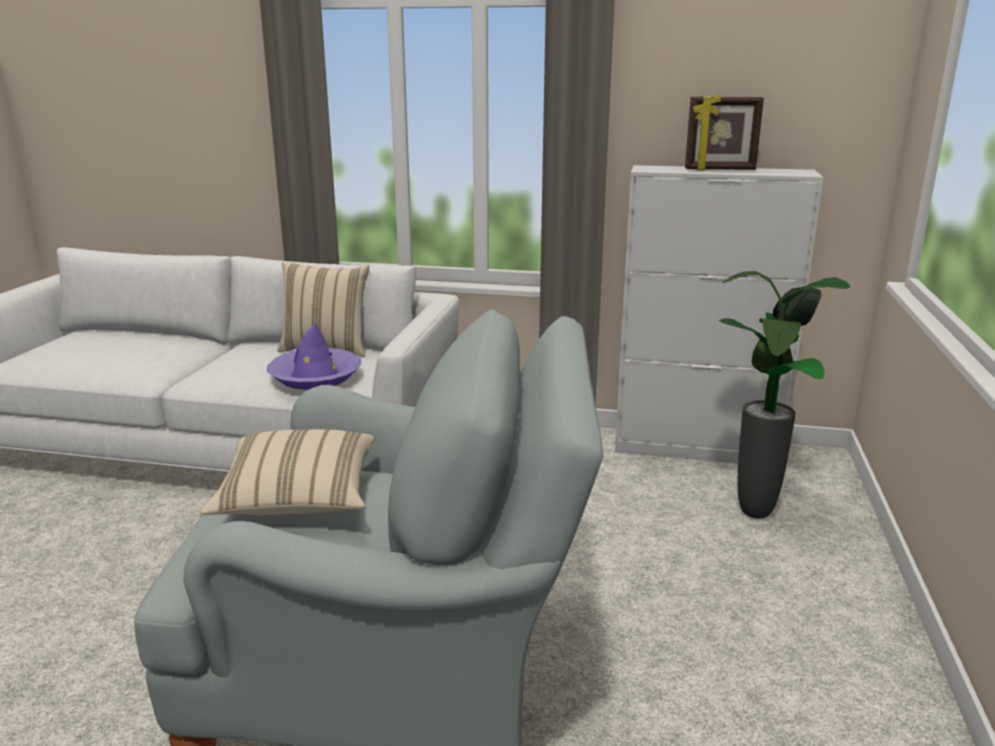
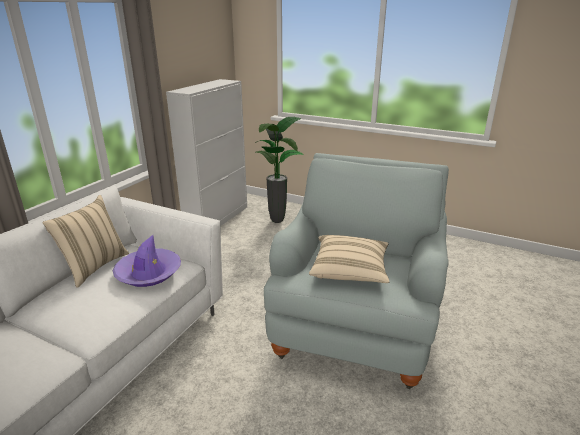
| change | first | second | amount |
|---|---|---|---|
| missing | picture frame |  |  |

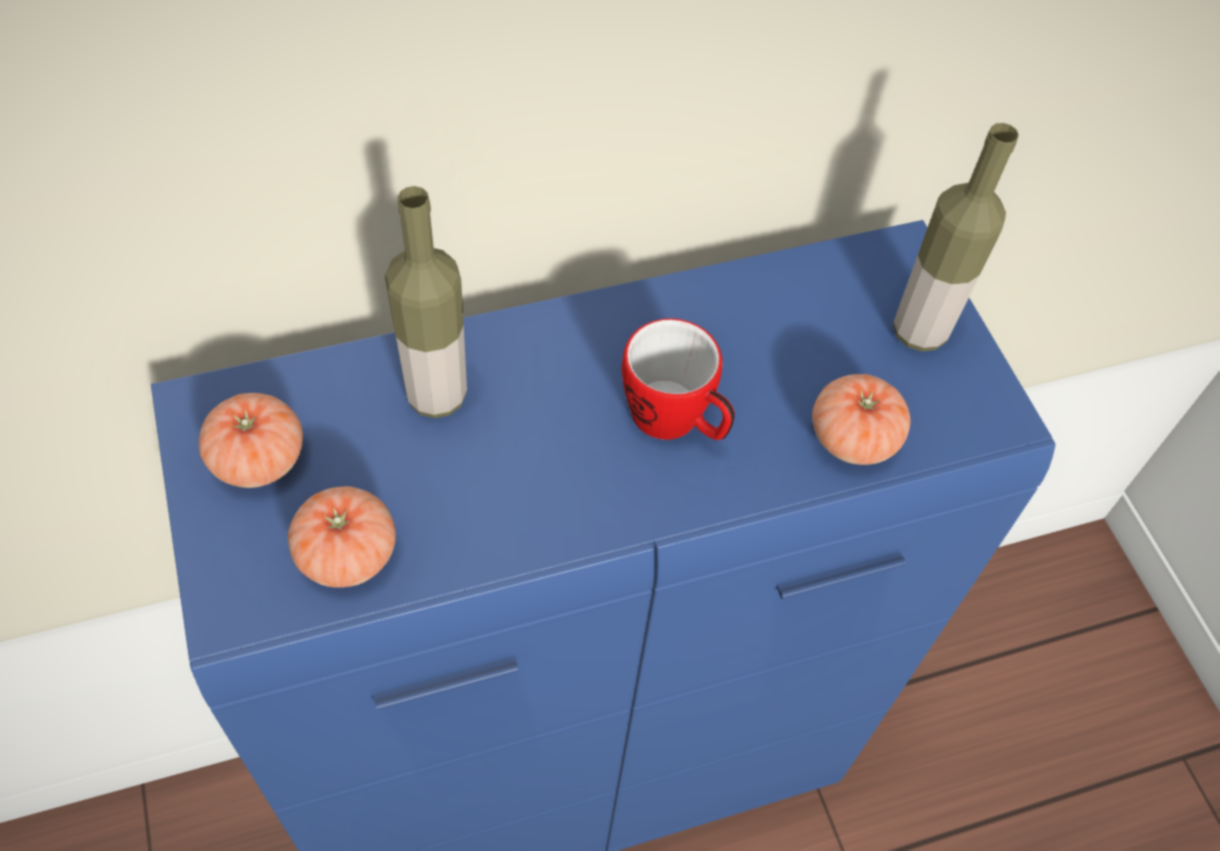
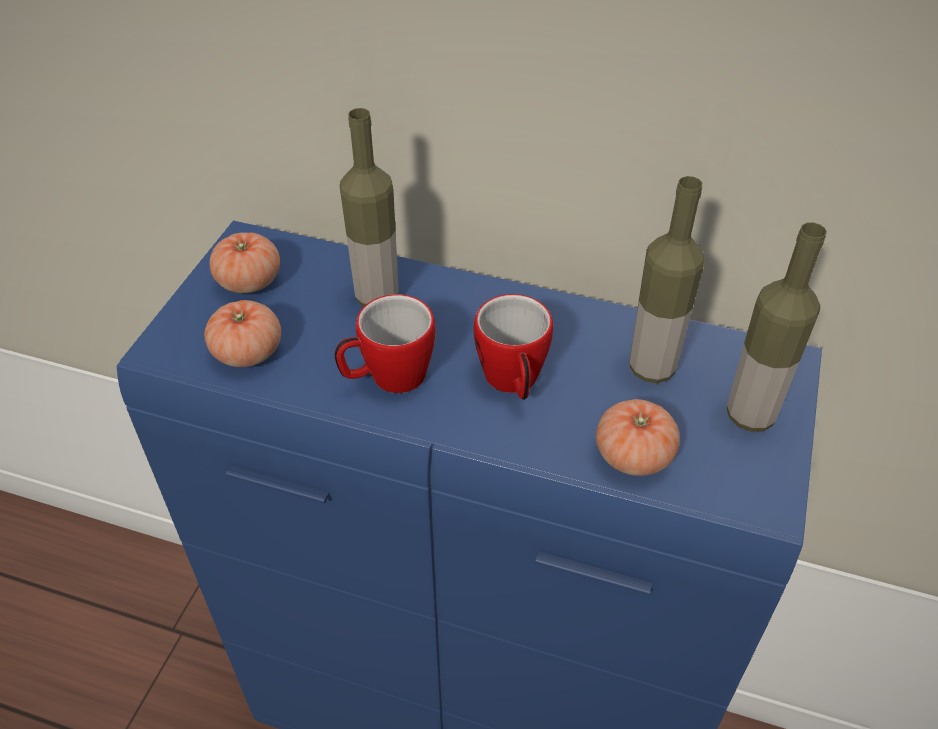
| change | first | second | amount |
|---|---|---|---|
| appeared |  | mug (no. 1 from left) |  |
| appeared |  | bottle (no. 2 from left) |  |

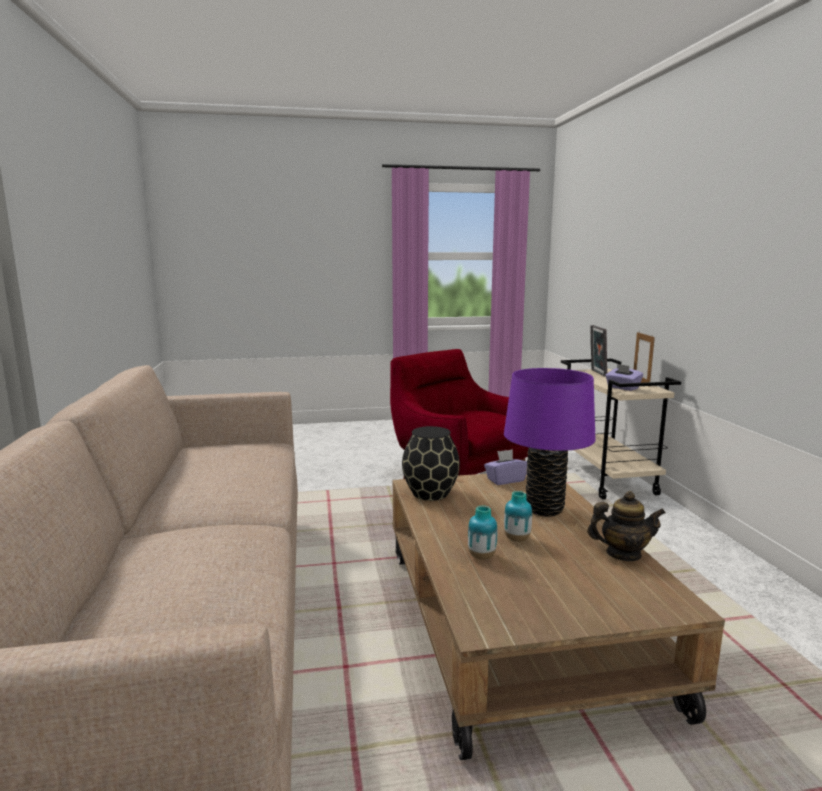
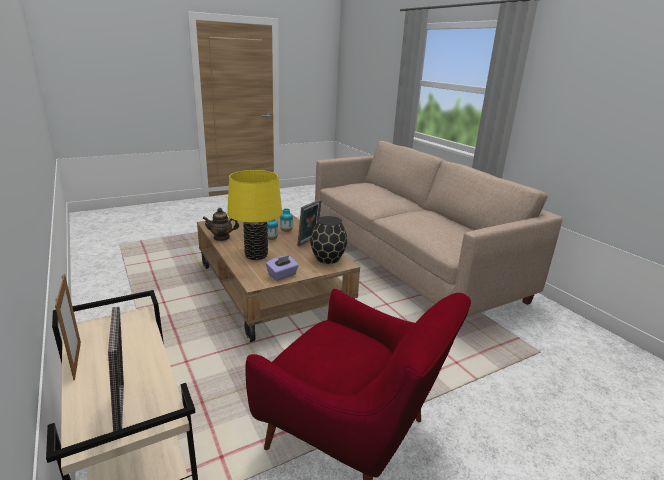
| change | first | second | amount |
|---|---|---|---|
| missing | tissue box (purple) (no. 2 from left) |  |  |
| appeared |  | picture frame (no. 3 from left) |  |
| colour | table lamp (purple) | table lamp (yellow) |  |

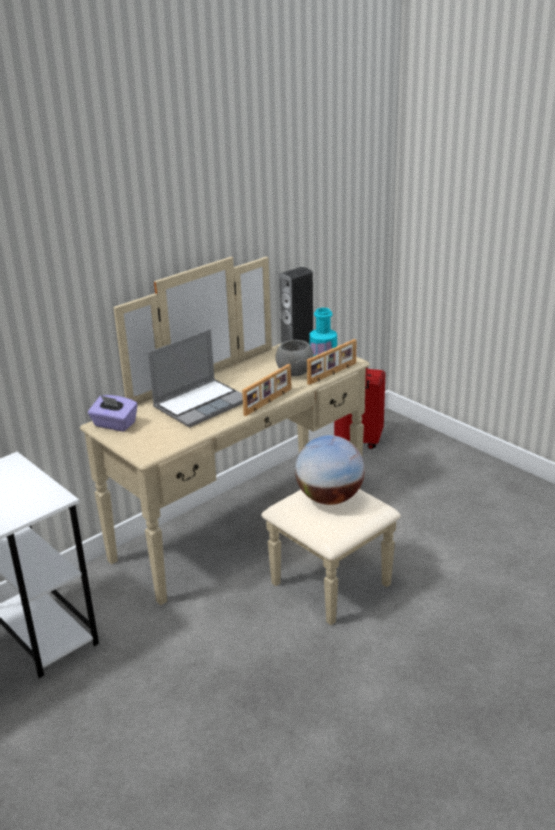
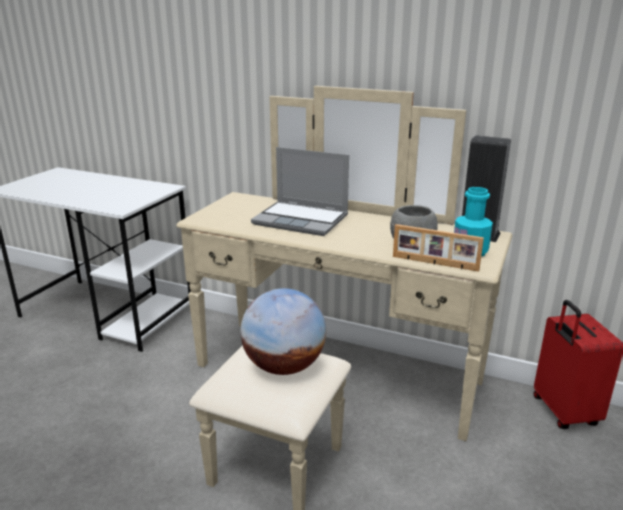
| change | first | second | amount |
|---|---|---|---|
| missing | tissue box (purple) |  |  |
| missing | picture frame (no. 1 from left) |  |  |

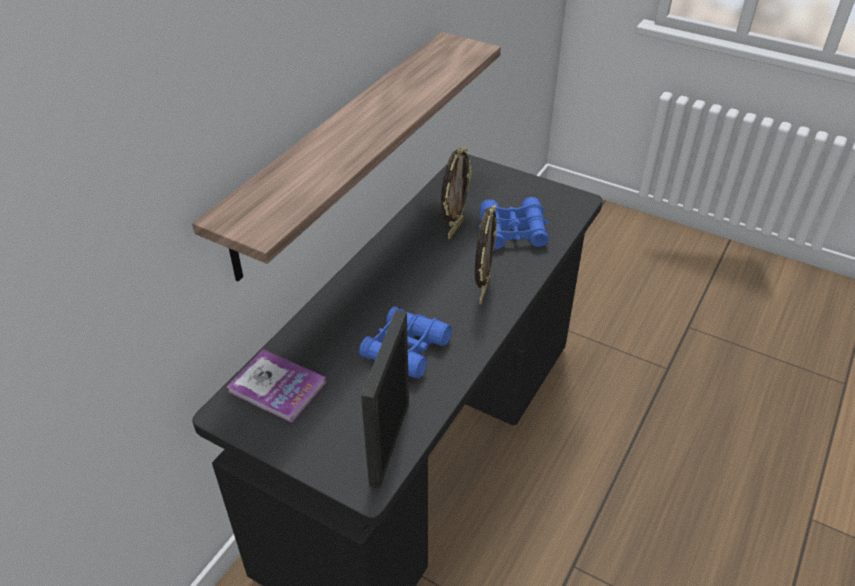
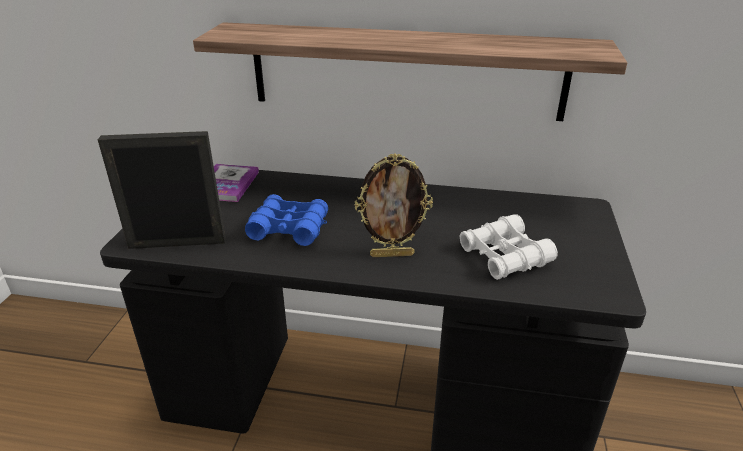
| change | first | second | amount |
|---|---|---|---|
| missing | picture frame (no. 2 from left) |  |  |
| colour | binoculars (blue) (no. 2 from left) | binoculars (white) |  |

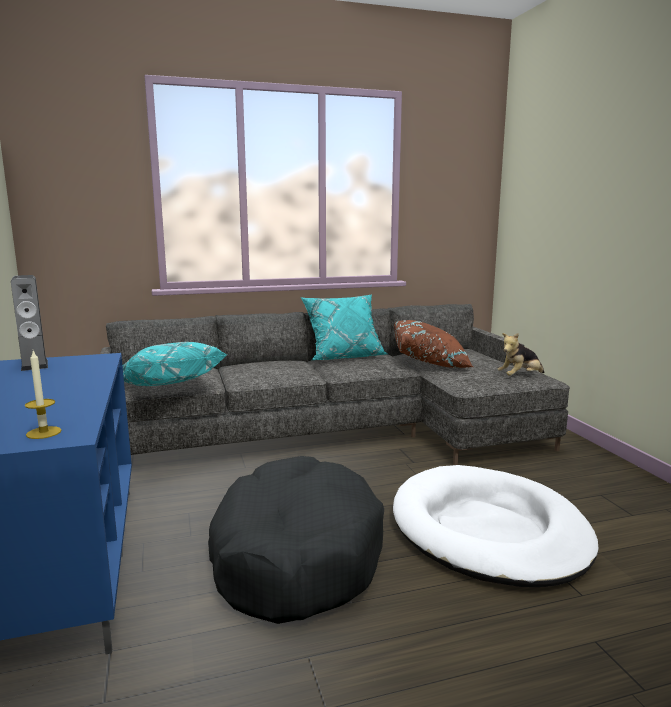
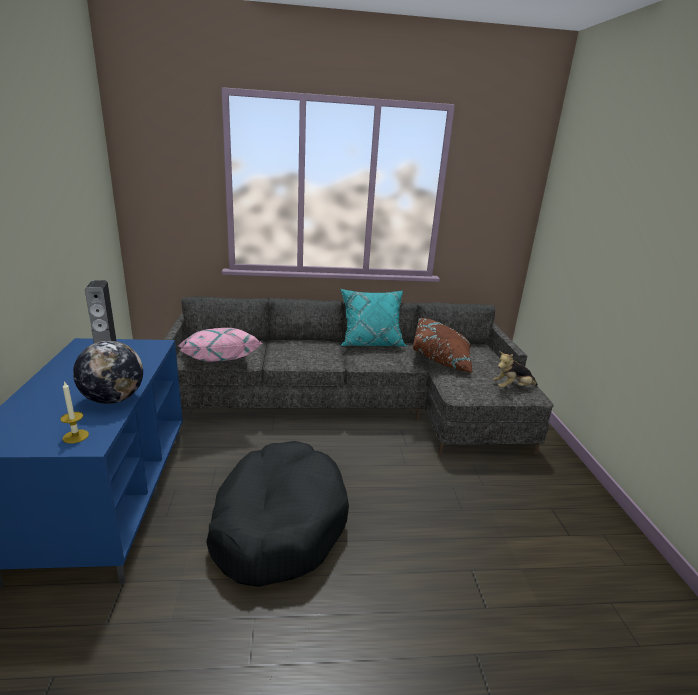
| change | first | second | amount |
|---|---|---|---|
| missing | dog bed (white) |  |  |
| appeared |  | globe |  |
| colour | pillow (turquoise) (no. 1 from left) | pillow (pink) |  |

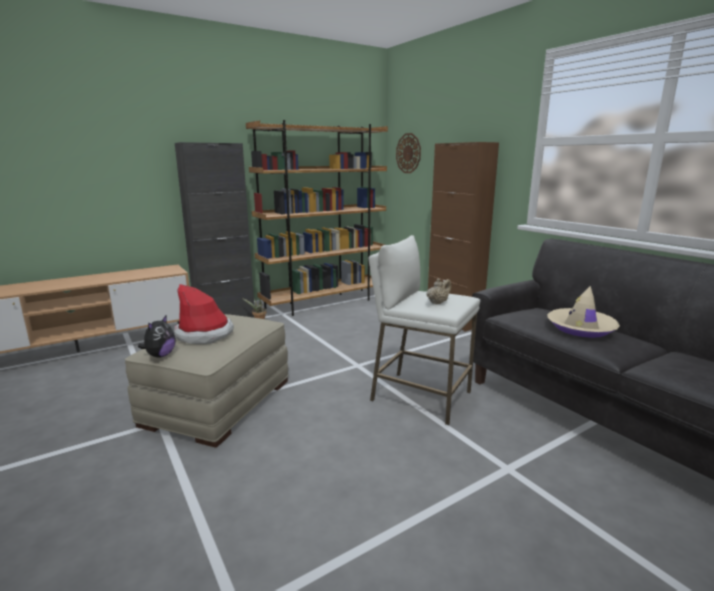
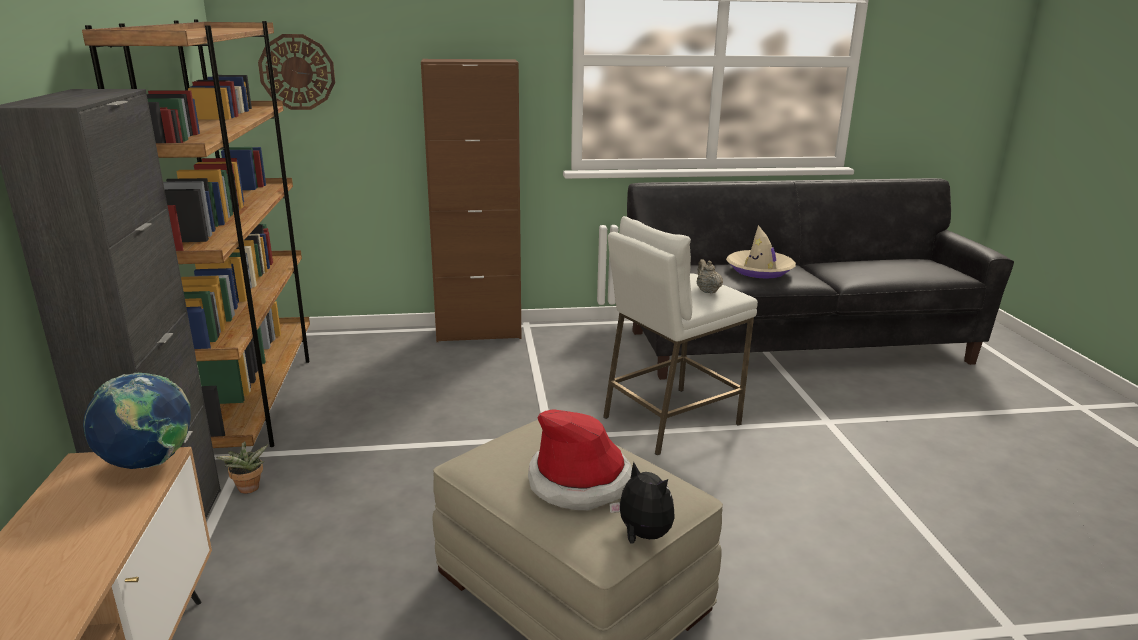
| change | first | second | amount |
|---|---|---|---|
| appeared |  | globe |  |

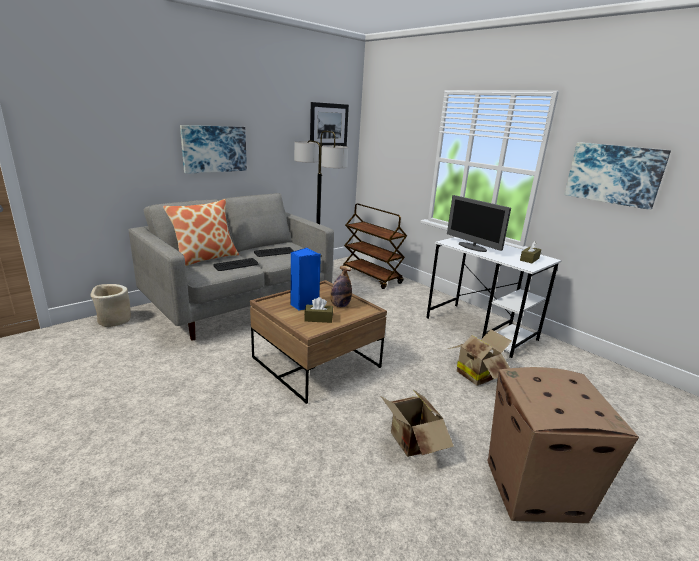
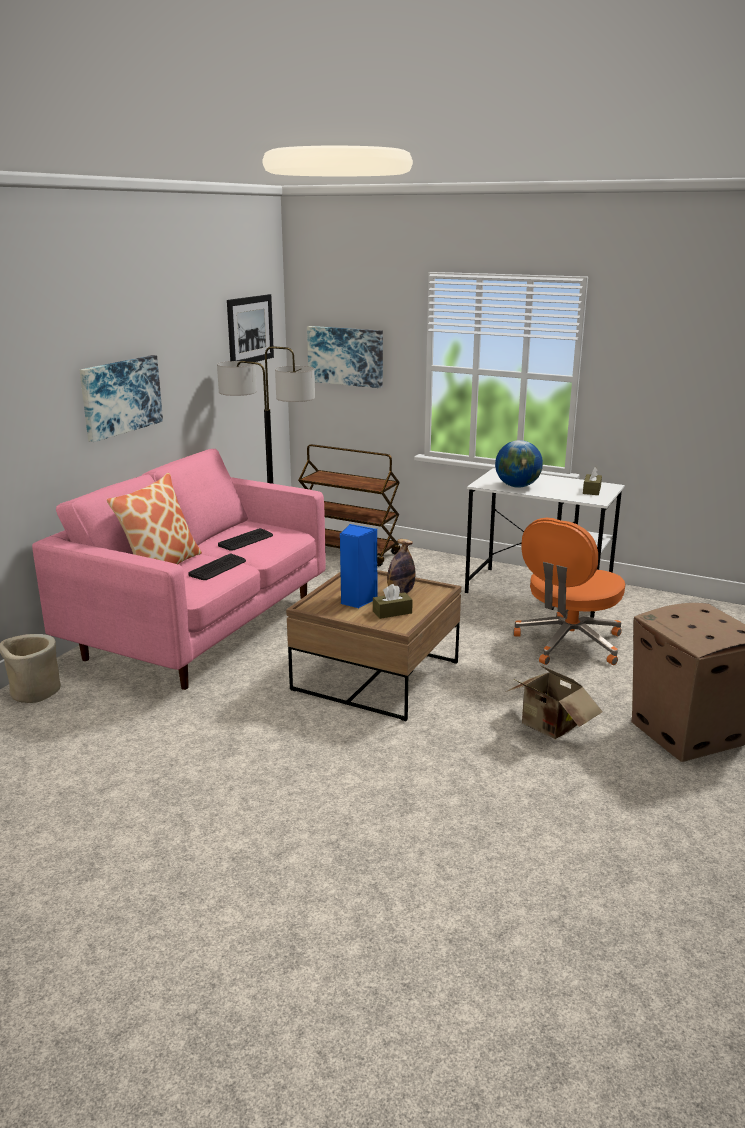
| change | first | second | amount |
|---|---|---|---|
| relocated | picture (no. 3 from left) |  |  |
| exchanged | monitor | globe |  |
| exchanged | cardboard box (no. 2 from left) | office chair (orange) |  |
| colour | sofa (grey) | sofa (pink) |  |

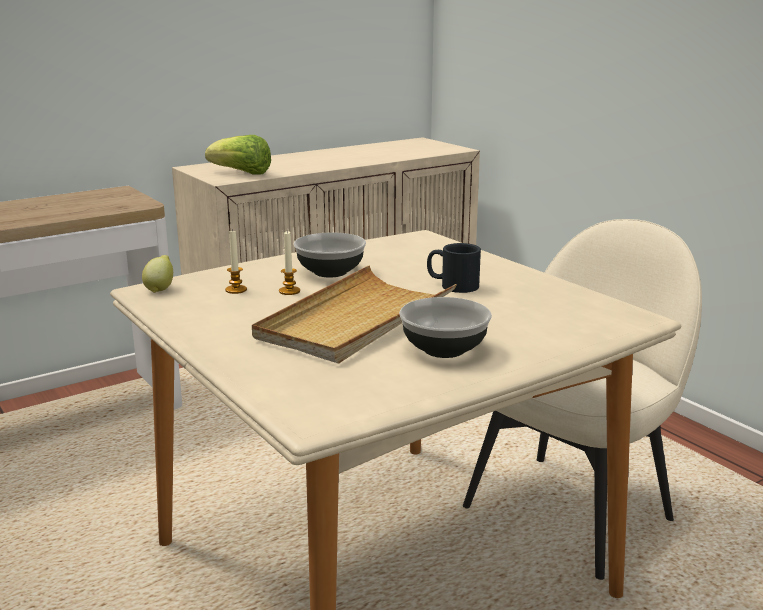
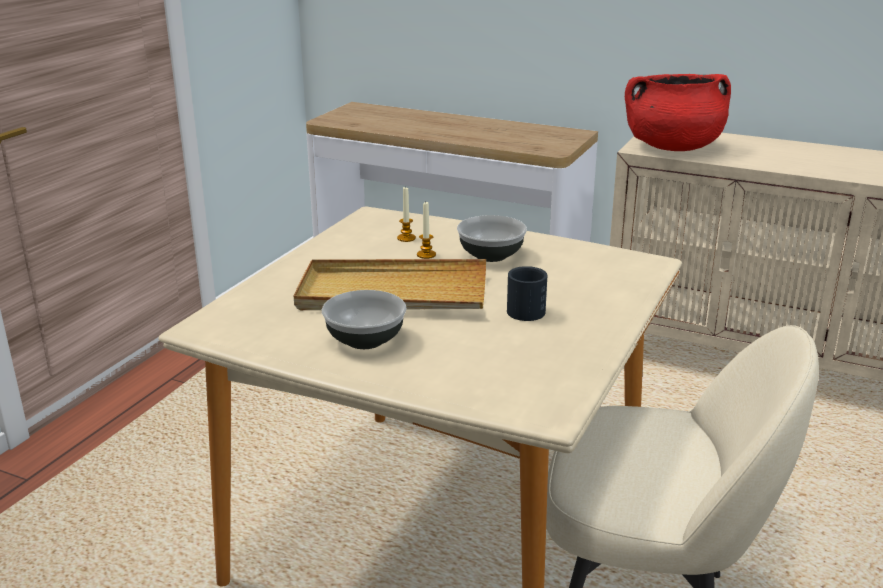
| change | first | second | amount |
|---|---|---|---|
| missing | lemon |  |  |
| exchanged | lettuce | cooking pot (red) |  |

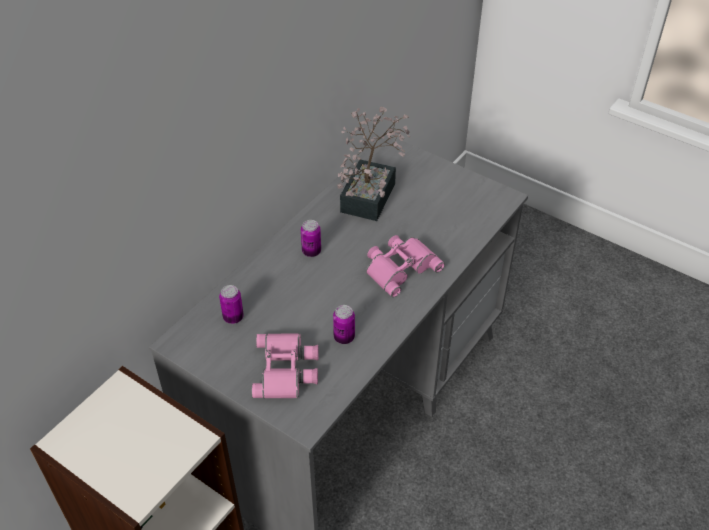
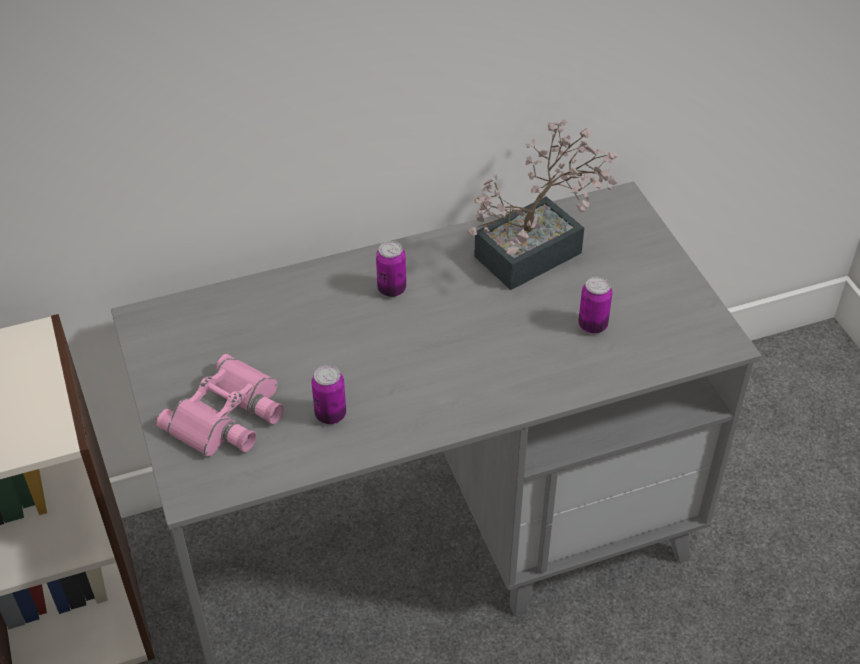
| change | first | second | amount |
|---|---|---|---|
| missing | binoculars (pink) (no. 2 from left) |  |  |
| relocated | can (no. 1 from left in the first image) | can (no. 3 from left) |  |

